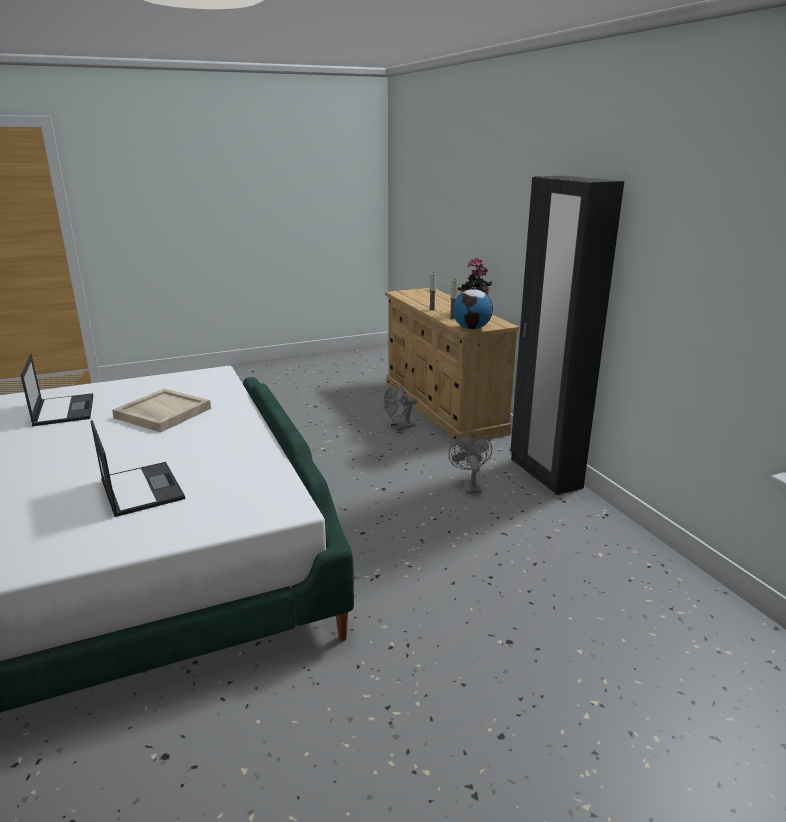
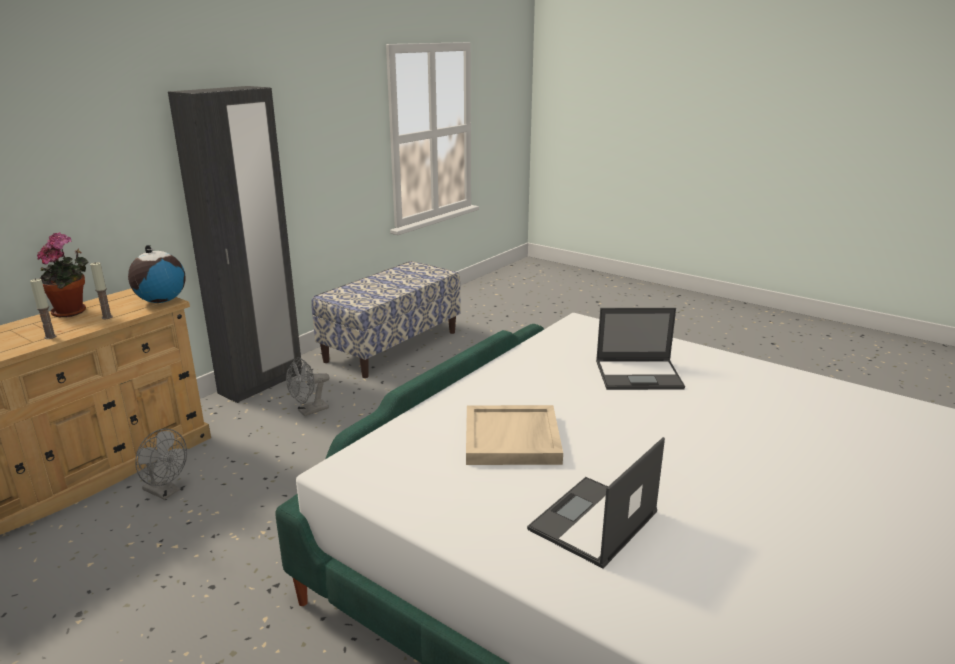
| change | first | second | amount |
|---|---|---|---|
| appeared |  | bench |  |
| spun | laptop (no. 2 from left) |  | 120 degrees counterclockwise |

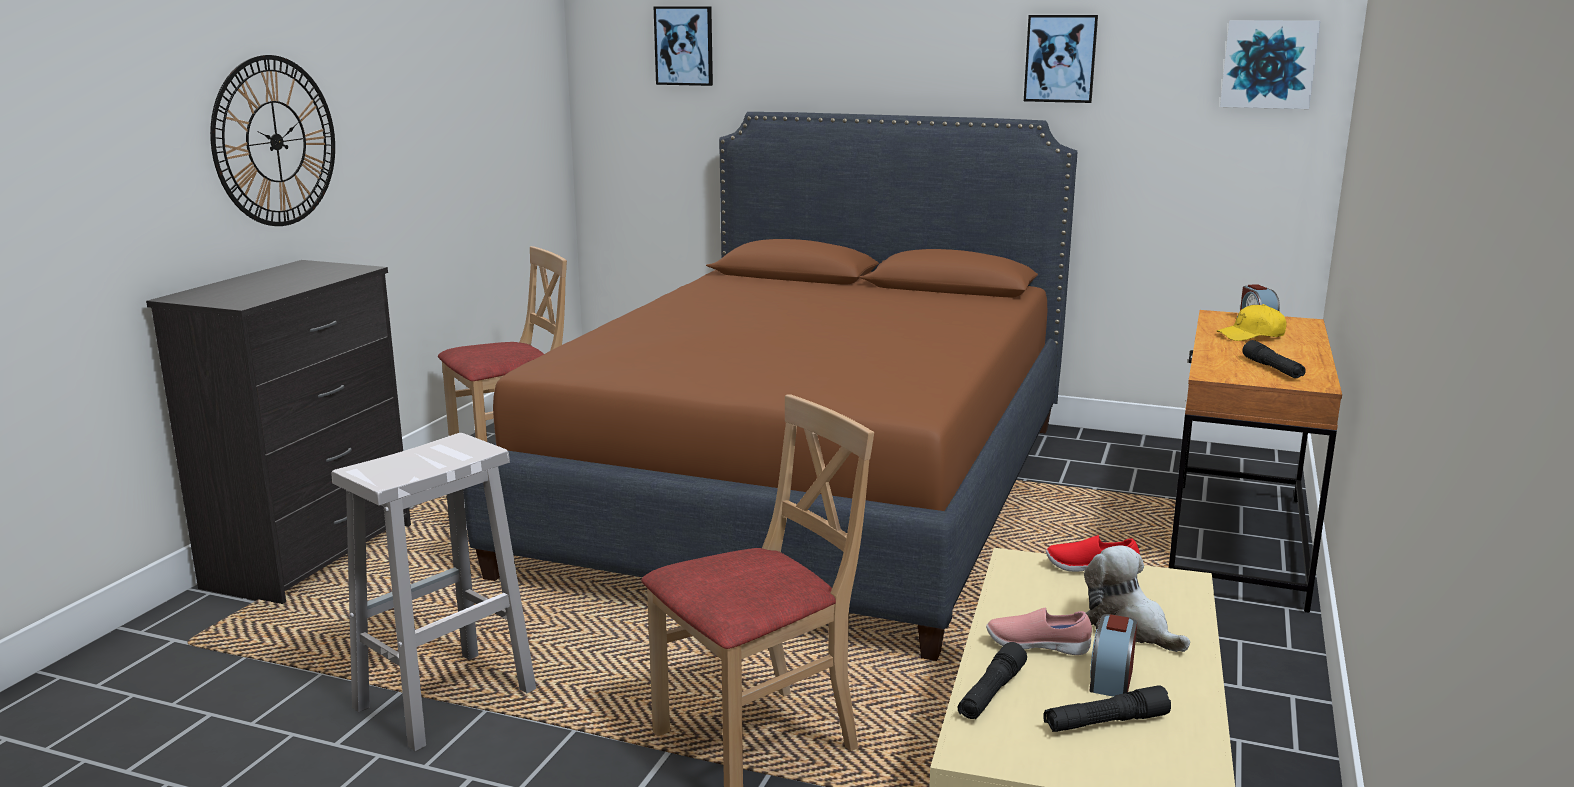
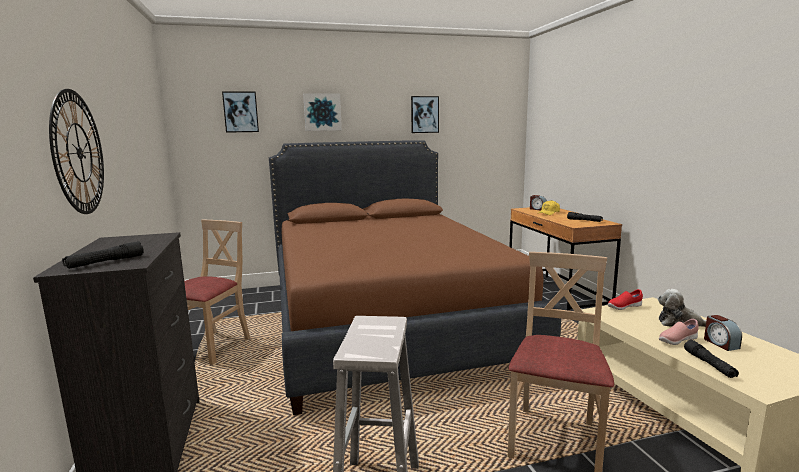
| change | first | second | amount |
|---|---|---|---|
| relocated | flashlight (black) (no. 2 from left in the first image) | flashlight (black) (no. 1 from left) |  |
| relocated | picture (no. 3 from left in the first image) | picture (no. 2 from left) |  |

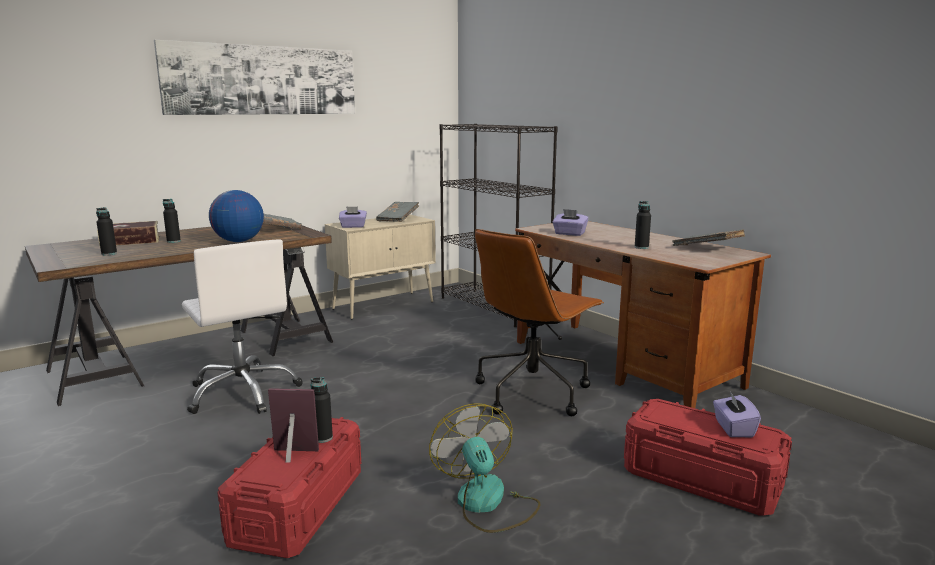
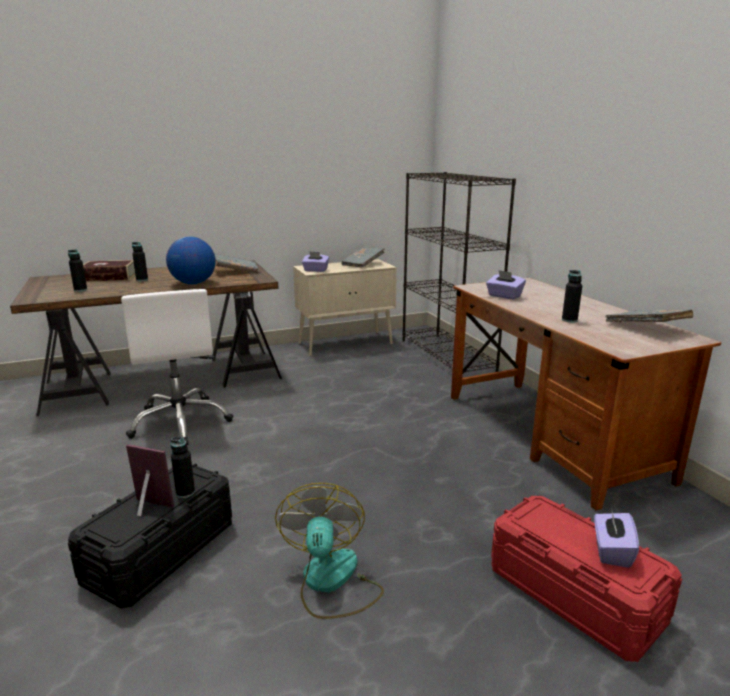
| change | first | second | amount |
|---|---|---|---|
| missing | picture |  |  |
| missing | office chair (brown) |  |  |
| colour | storage box (red) (no. 1 from left) | storage box (black) |  |

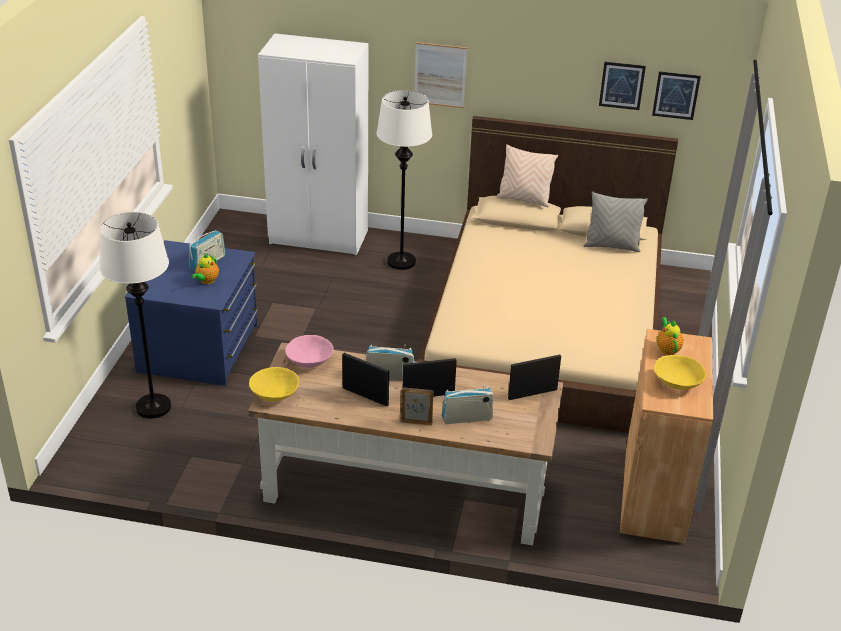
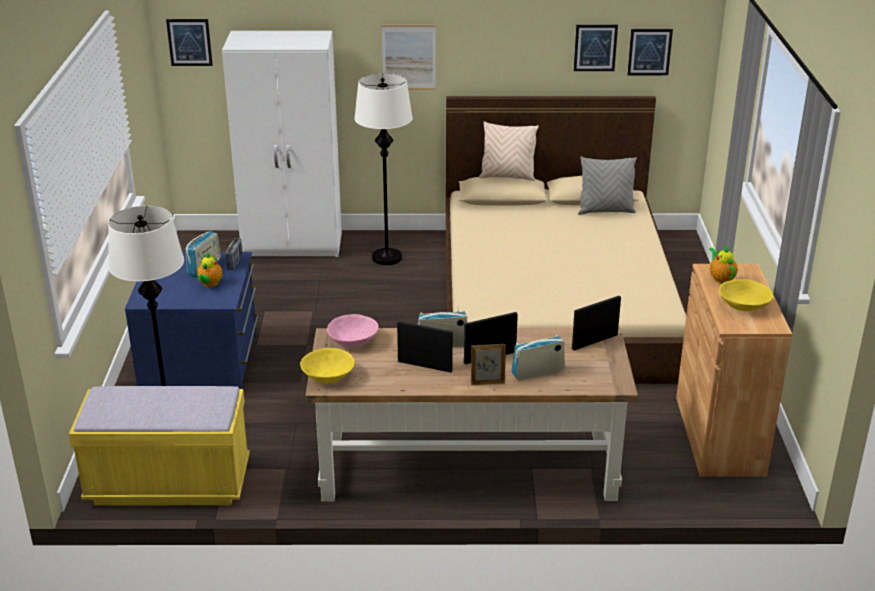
| change | first | second | amount |
|---|---|---|---|
| appeared |  | bench (yellow) |  |
| appeared |  | picture (no. 1 from left) |  |
| appeared |  | radio (no. 2 from left) |  |

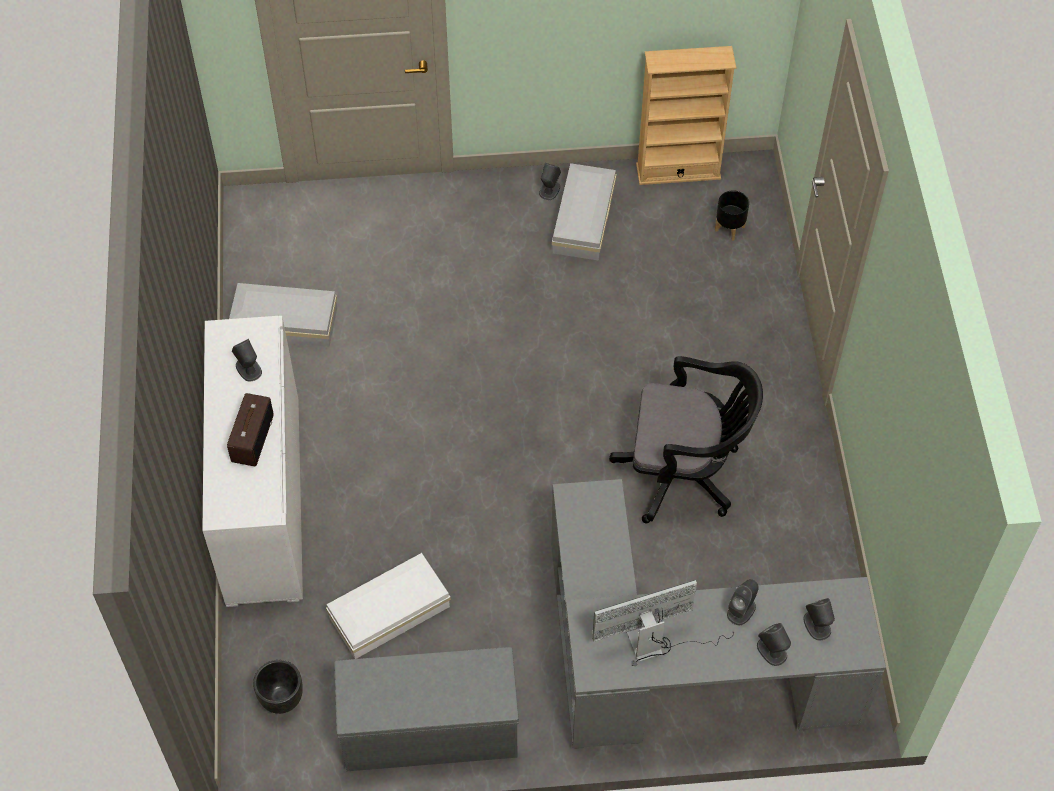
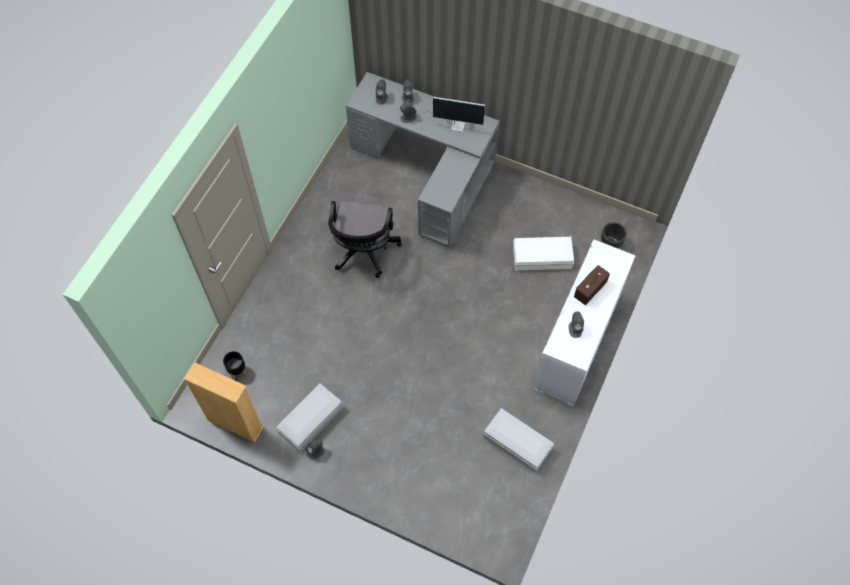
| change | first | second | amount |
|---|---|---|---|
| missing | bench (grey) |  |  |
| spun | office chair (black) |  | 120 degrees counterclockwise |

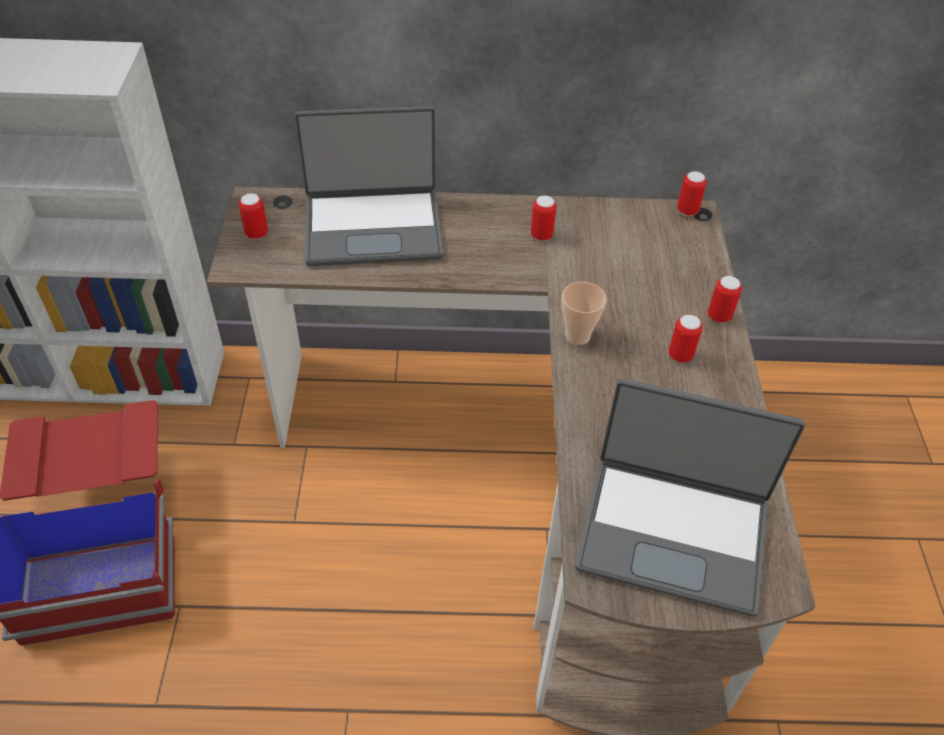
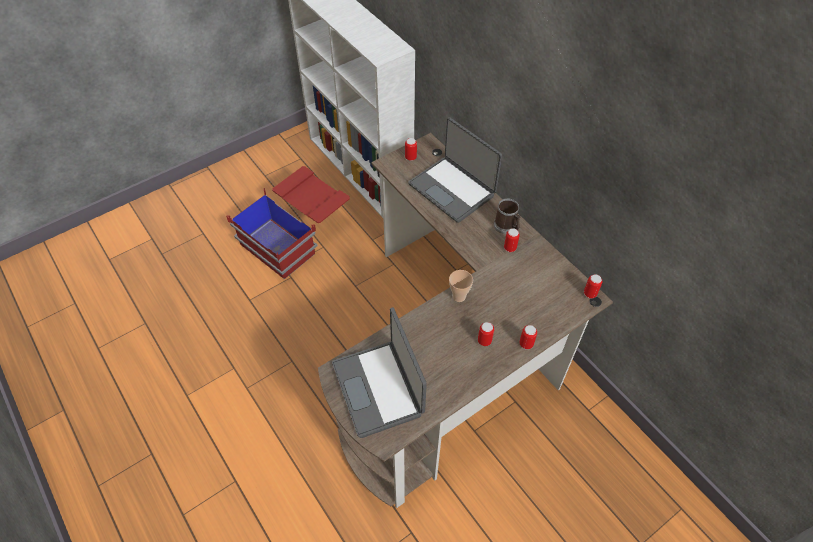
| change | first | second | amount |
|---|---|---|---|
| appeared |  | mug |  |

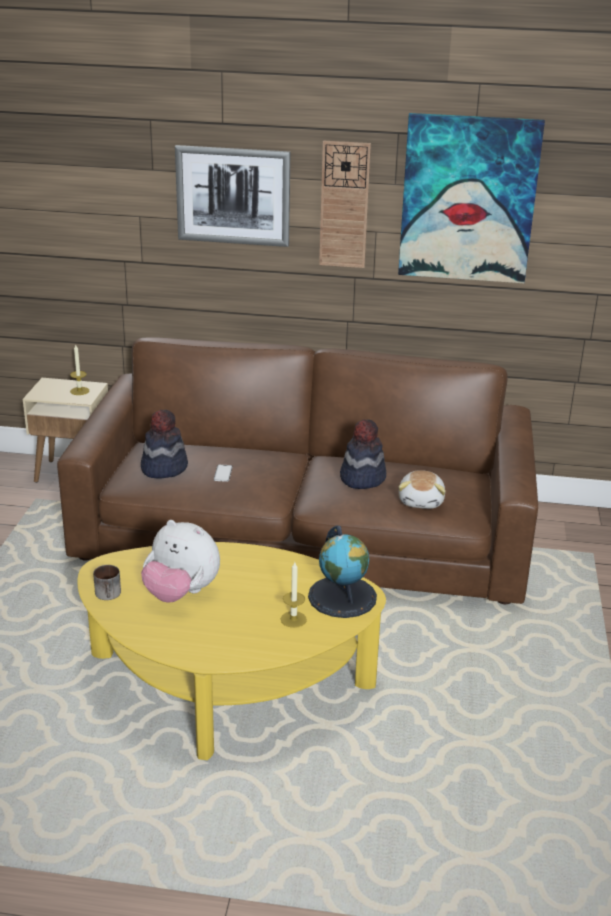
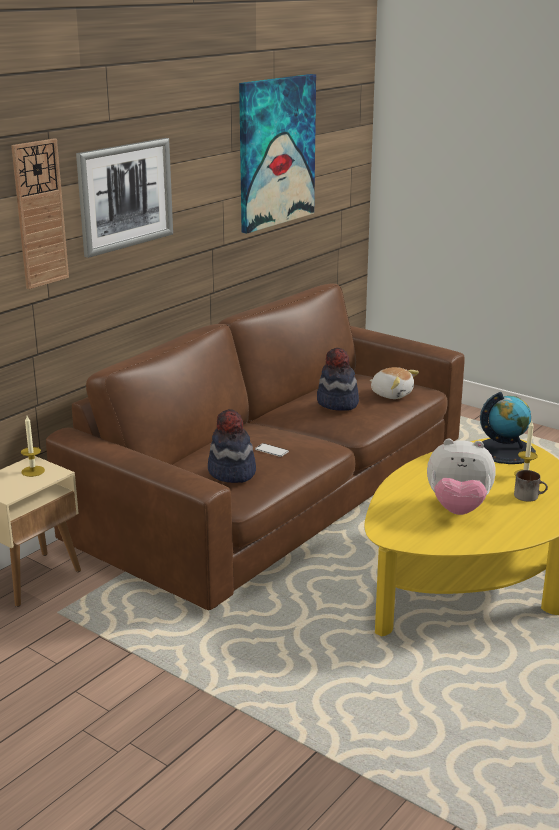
| change | first | second | amount |
|---|---|---|---|
| relocated | mug |  |  |
| relocated | wall clock |  |  |
| spun | plush toy (no. 1 from left in the first image) | plush toy (no. 2 from left) | 45 degrees clockwise |

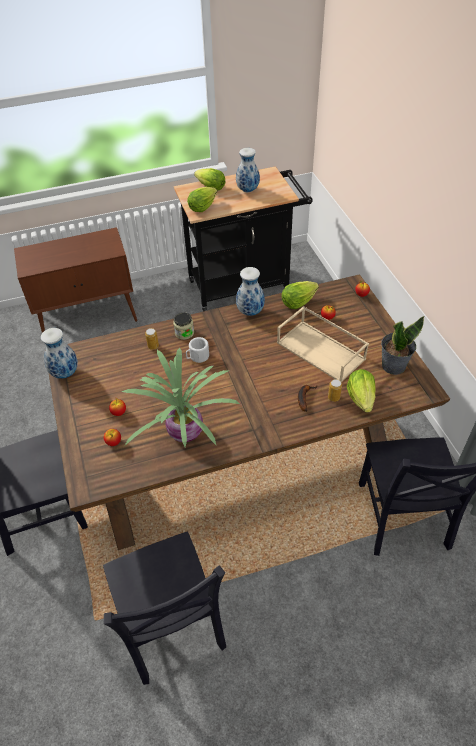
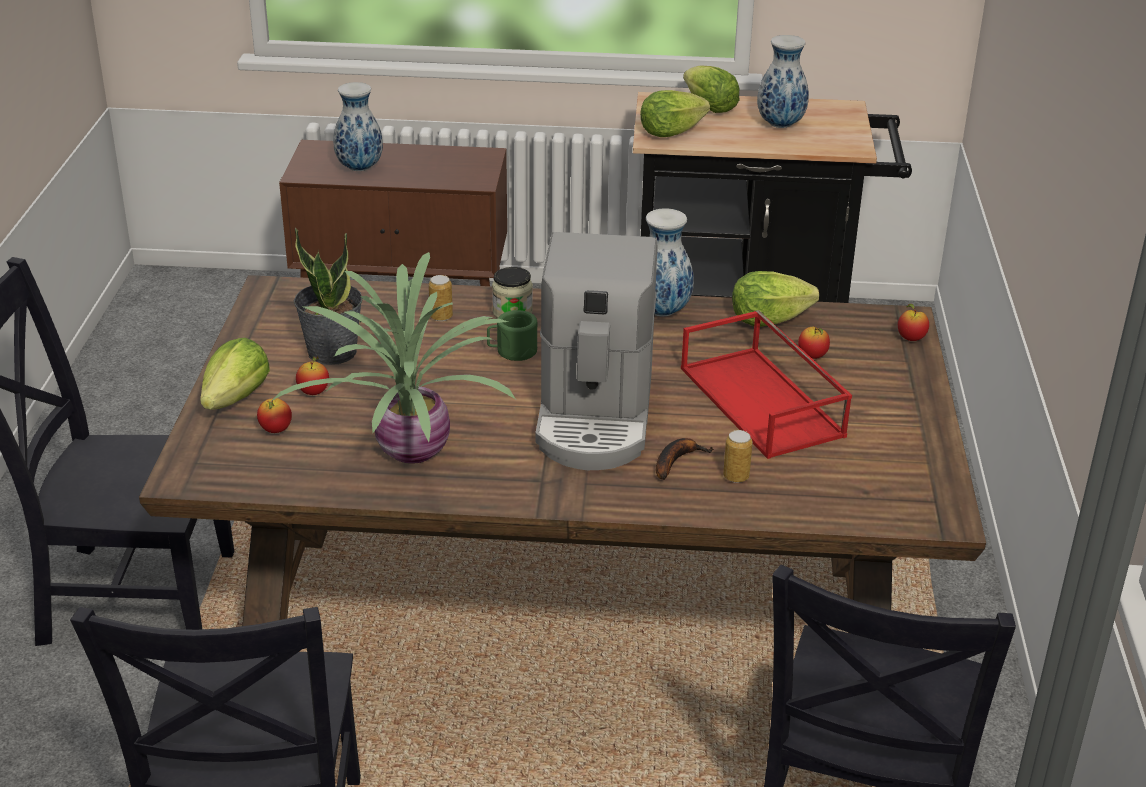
| change | first | second | amount |
|---|---|---|---|
| appeared |  | coffee machine |  |
| relocated | vase (no. 1 from left) |  |  |
| relocated | lettuce (no. 4 from left in the first image) | lettuce (no. 1 from left) |  |
| relocated | potted plant (no. 2 from left in the first image) | potted plant (no. 1 from left) |  |
| colour | mug (white) | mug (green) |  |
| colour | tray (beige) | tray (red) |  |

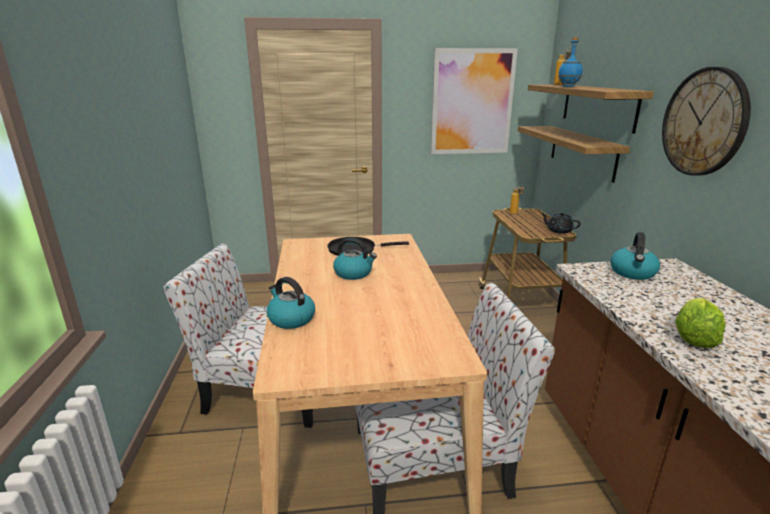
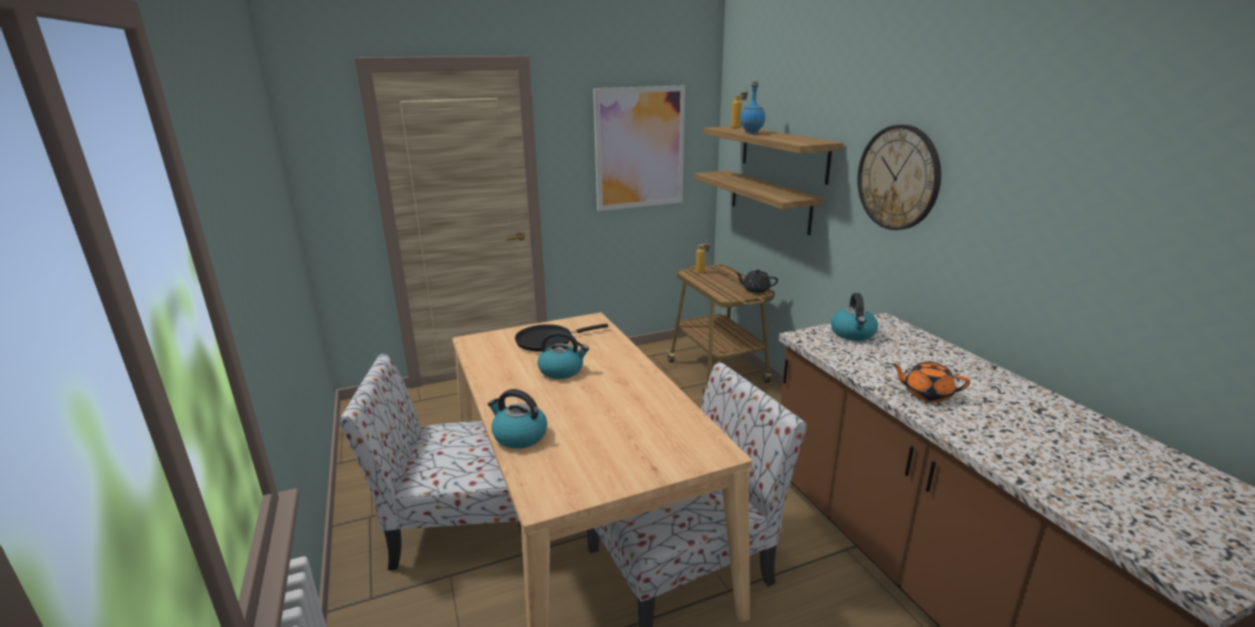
| change | first | second | amount |
|---|---|---|---|
| exchanged | lettuce | teapot (orange) |  |

